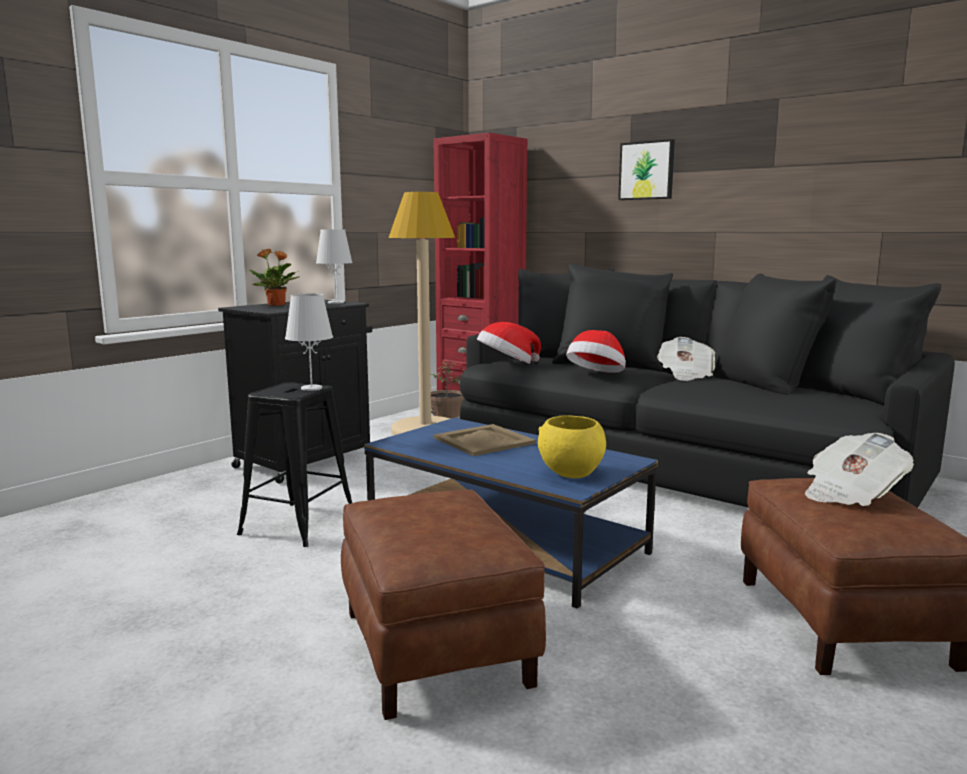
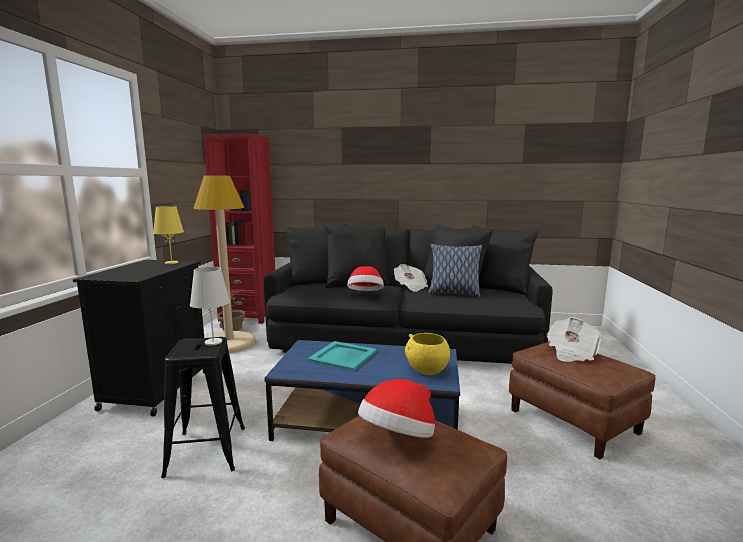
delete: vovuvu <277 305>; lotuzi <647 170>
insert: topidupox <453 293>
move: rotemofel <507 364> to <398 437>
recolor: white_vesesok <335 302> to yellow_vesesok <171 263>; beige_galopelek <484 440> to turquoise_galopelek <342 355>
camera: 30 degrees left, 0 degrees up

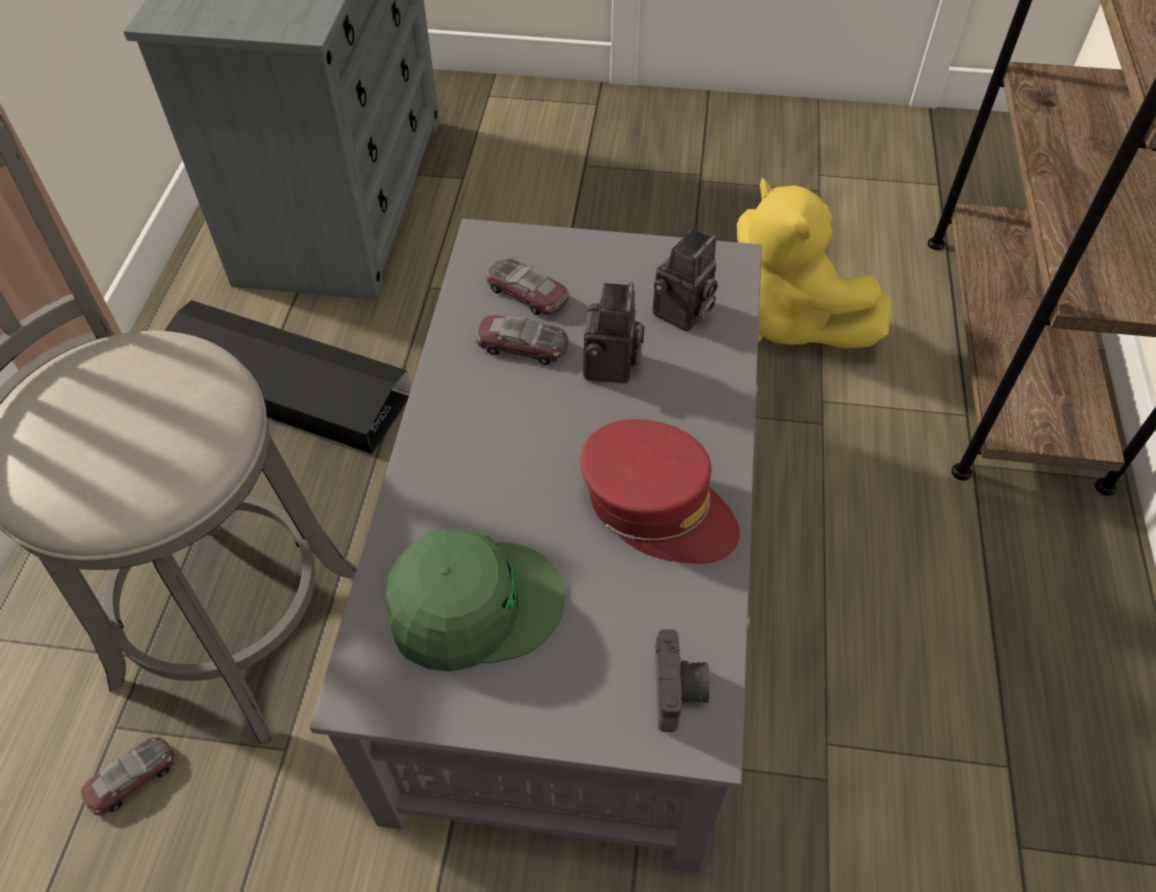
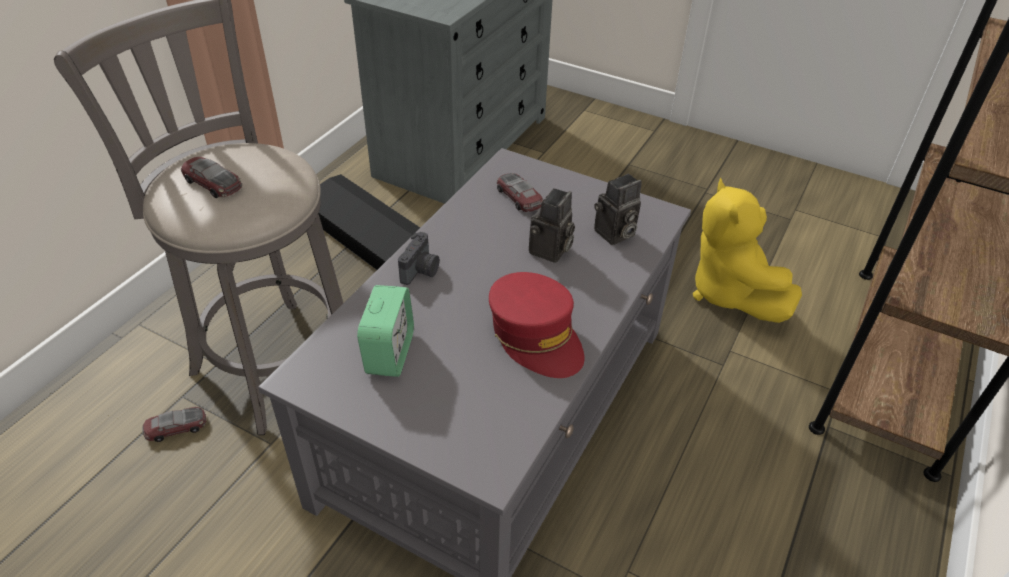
move: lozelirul <522 345> to <213 183>; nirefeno <679 691> to <421 271>
replace: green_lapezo <472 604> to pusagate <389 353>
camera: 20 degrees right, 10 degrees down

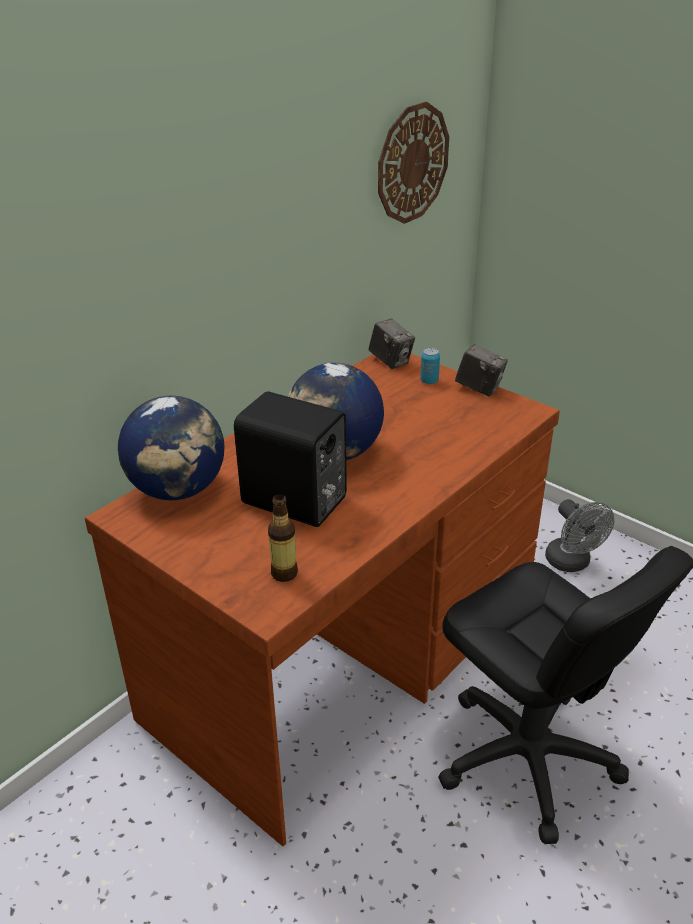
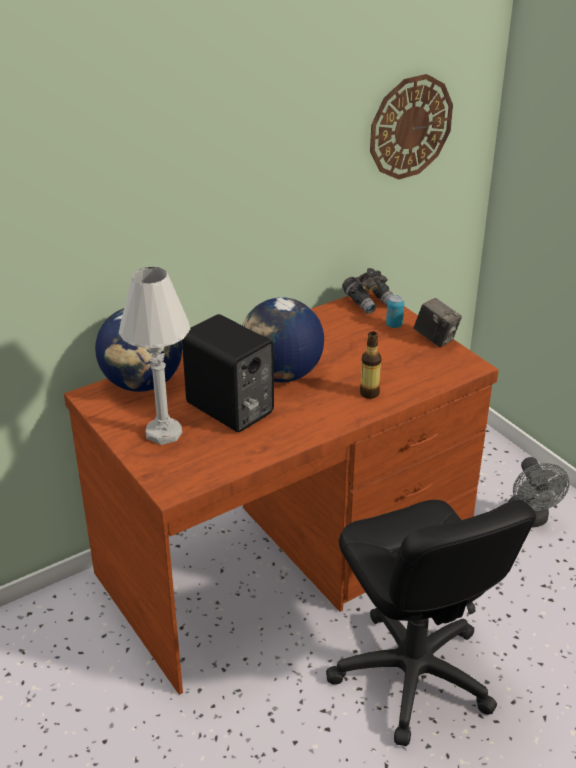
insert: white_vesesok <163 433>
move: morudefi <284 573> to <369 393>
replace: nirefeno <391 361> to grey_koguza <369 302>
camera: 15 degrees right, 0 degrees up

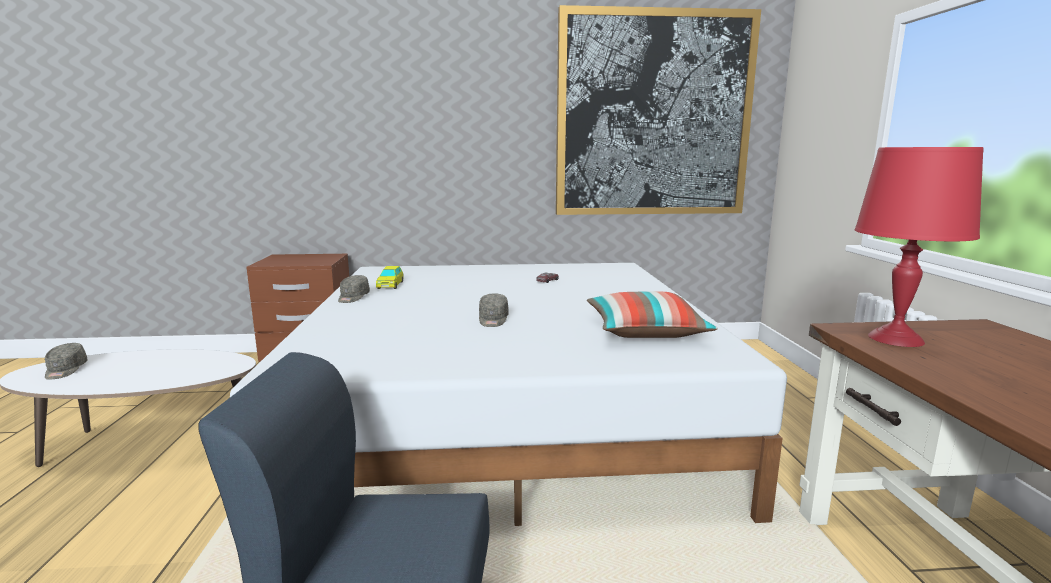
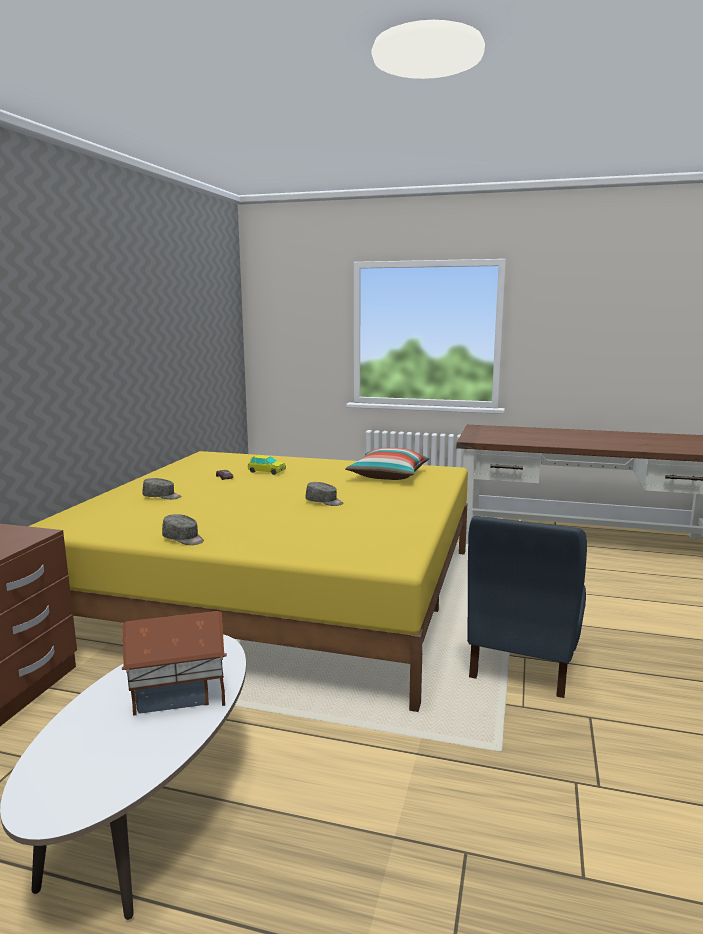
delete: lotuzi <653 115>; red_vesesok <895 338>
insert: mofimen <179 696>
move: grey_lapezo <65 370> to <162 497>; lozelirul <390 285> to <267 471>
recolor: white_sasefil <508 410> to yellow_sasefil <278 592>
camera: 70 degrees left, 0 degrees up

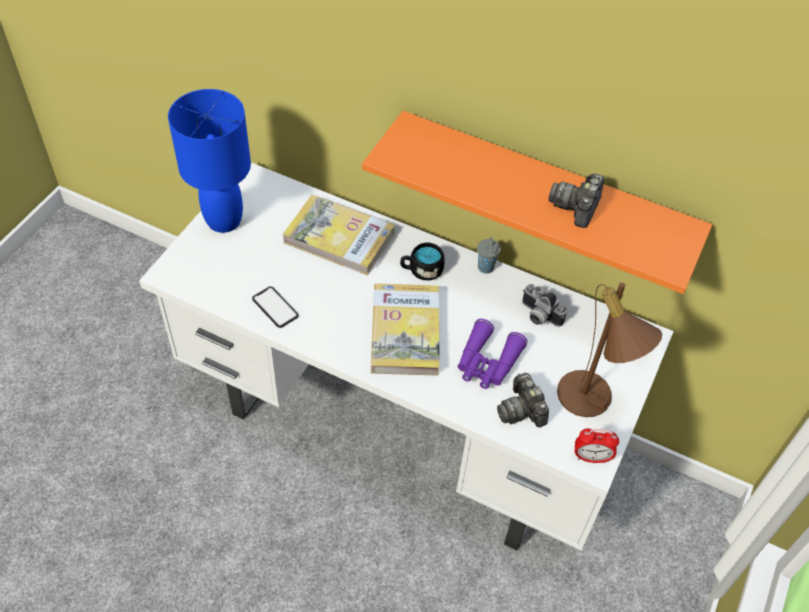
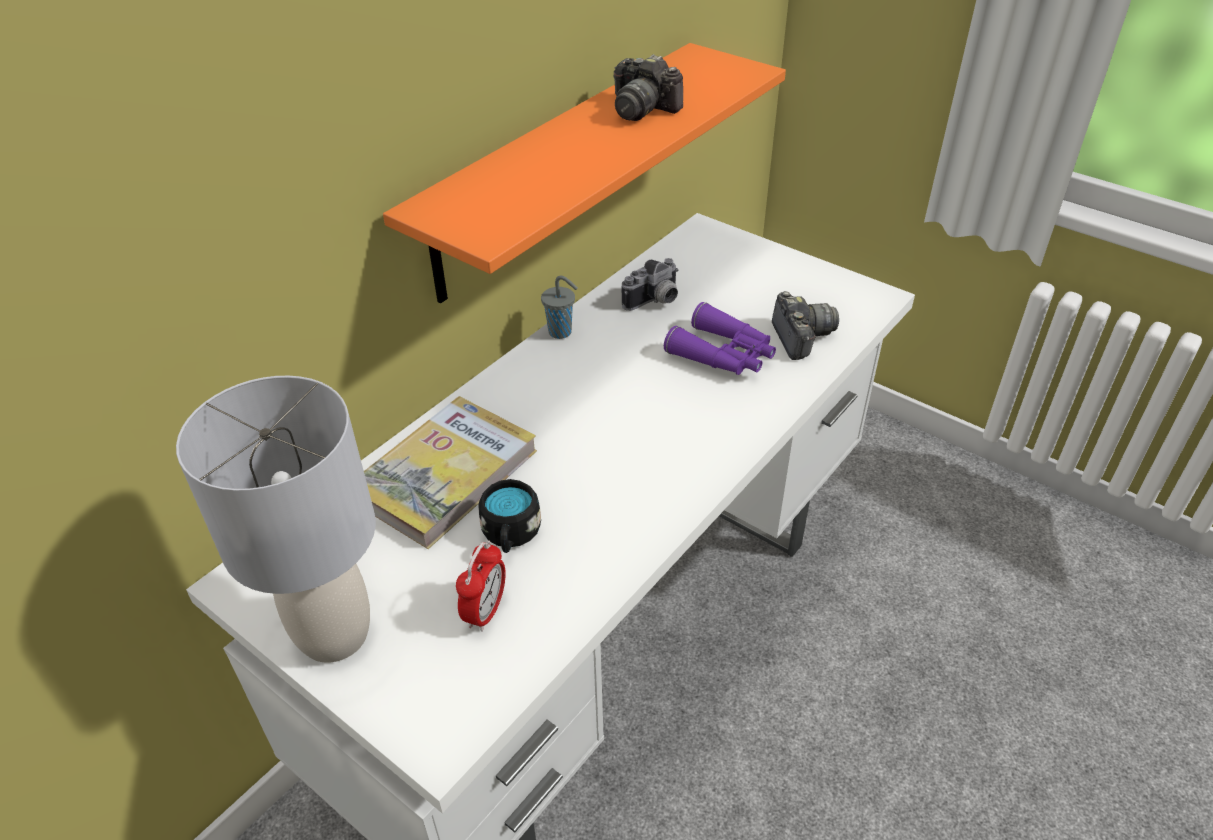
delete: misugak <275 307>; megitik <405 332>; brown_vesesok <591 402>
move: pusagate <591 457> to <485 611>; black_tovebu <421 270> to <510 535>
recolor: blue_vesesok <224 220> to grey_vesesok <334 633>
rotate: nirefeno <521 410> = <800 337> 90 degrees counterclockwise
camera: 75 degrees left, 10 degrees down

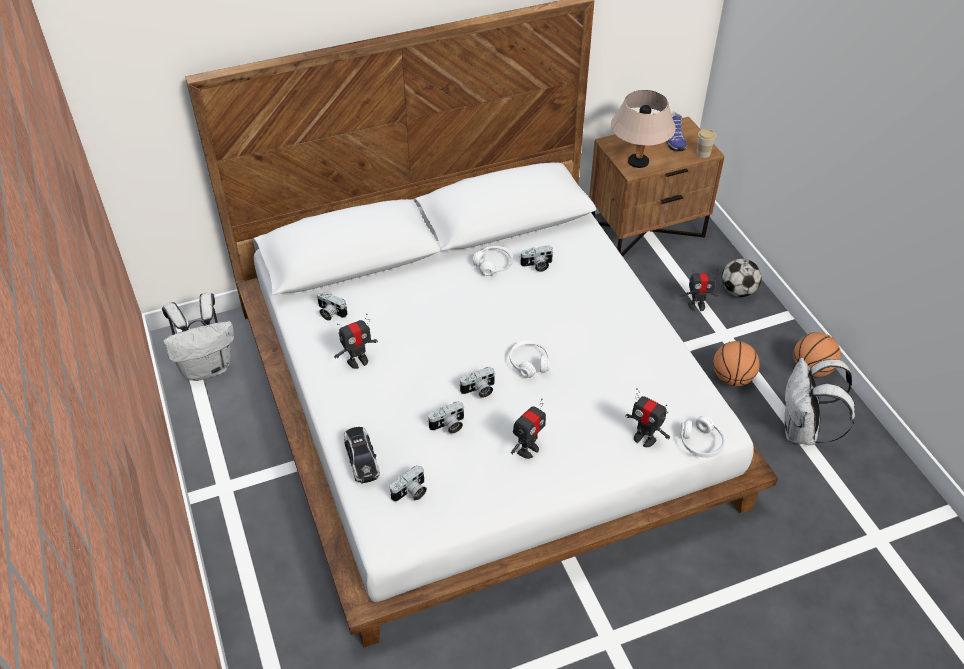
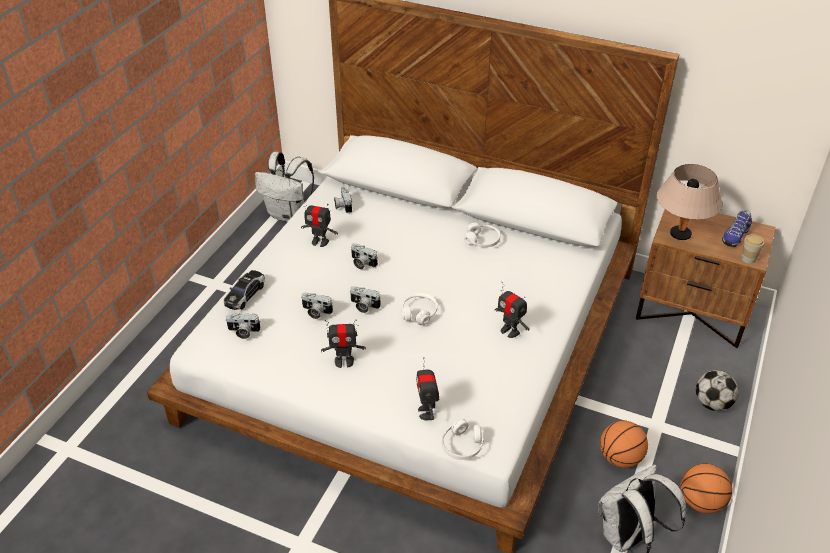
move: nirefeno <537 265> to <362 263>; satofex <696 306> to <510 331>
camera: 45 degrees right, 5 degrees down

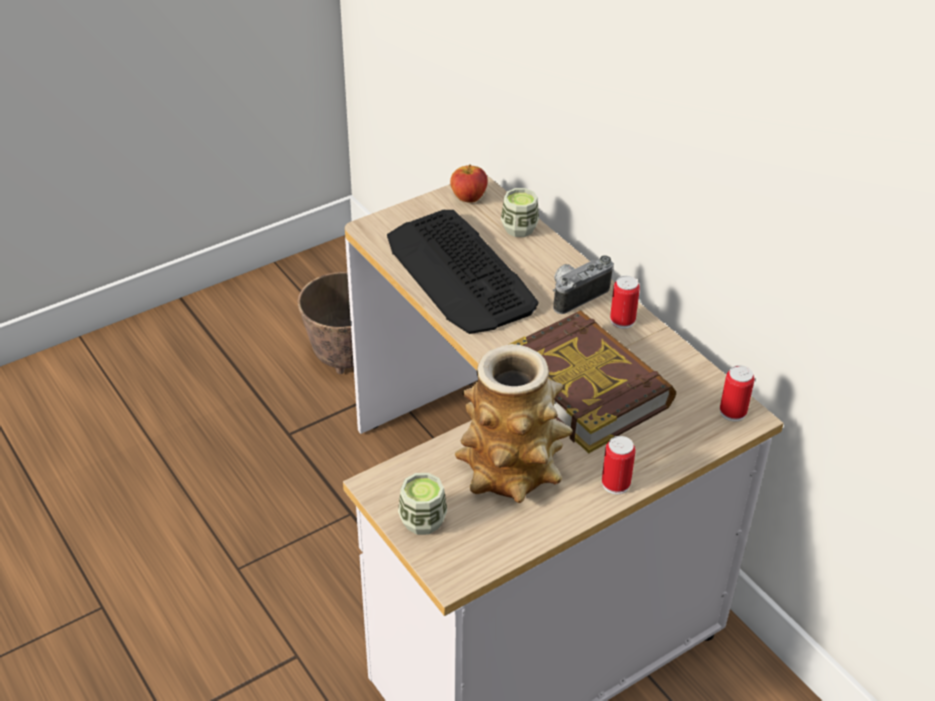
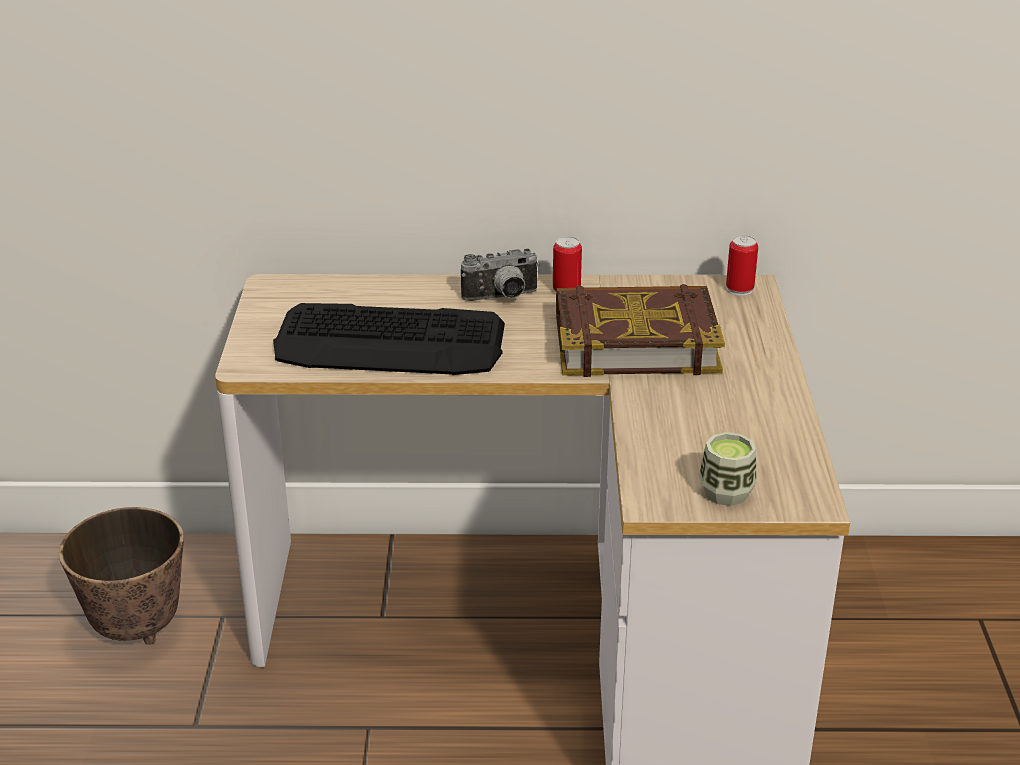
delete: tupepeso <468 198>; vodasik <511 470>; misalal <519 228>; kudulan <615 484>
rotate: nirefeno <576 294> = <502 298> 105 degrees counterclockwise
camera: 55 degrees left, 10 degrees down

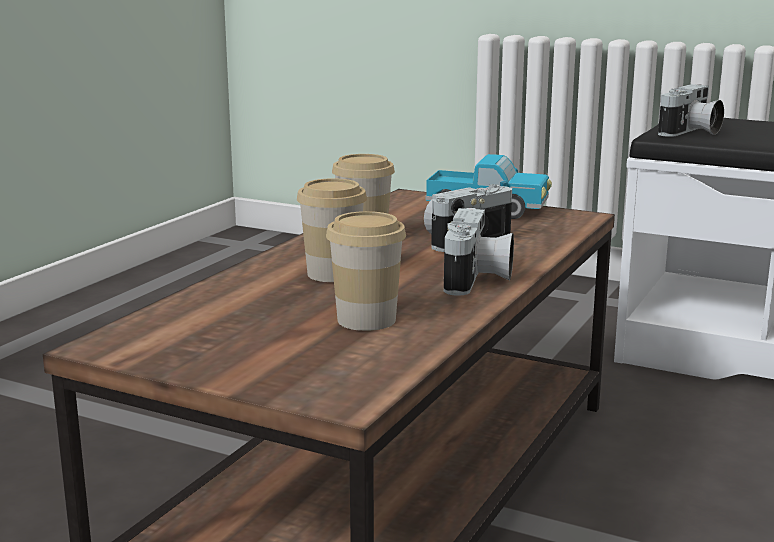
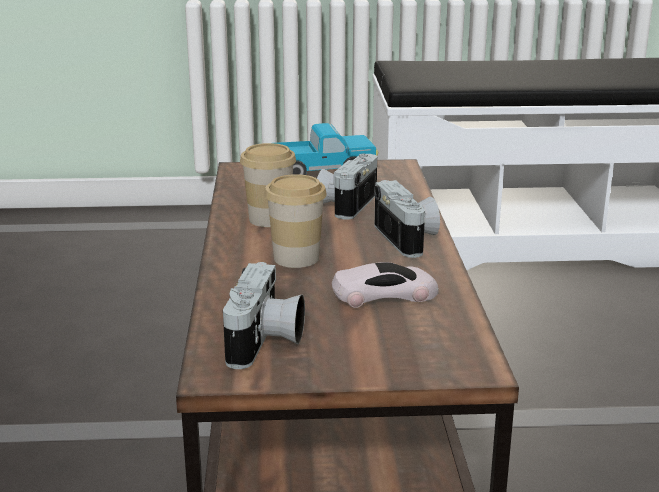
move: nirefeno <691 133> to <266 342>
replace: misalal <366 320> to white_lozelirul <385 294>
camera: 30 degrees left, 5 degrees up

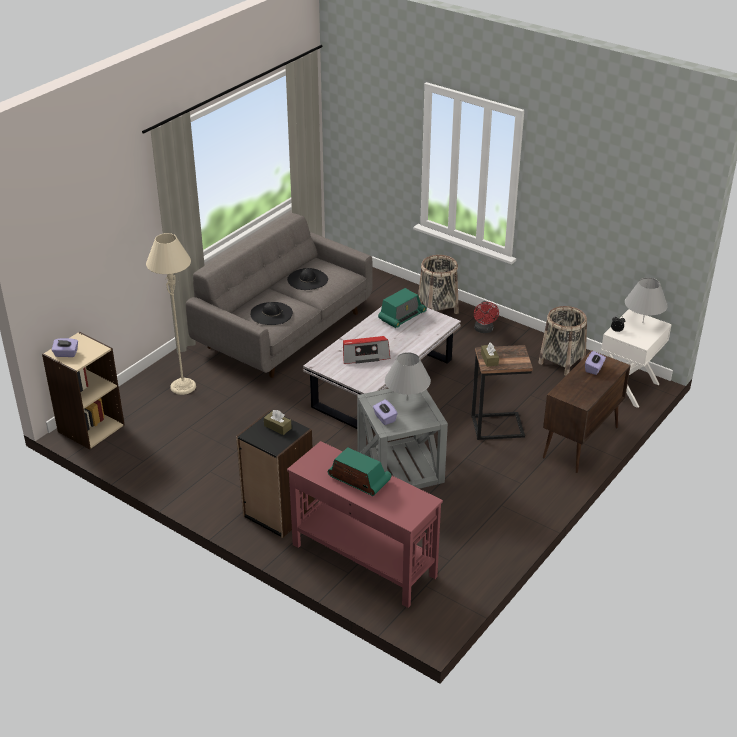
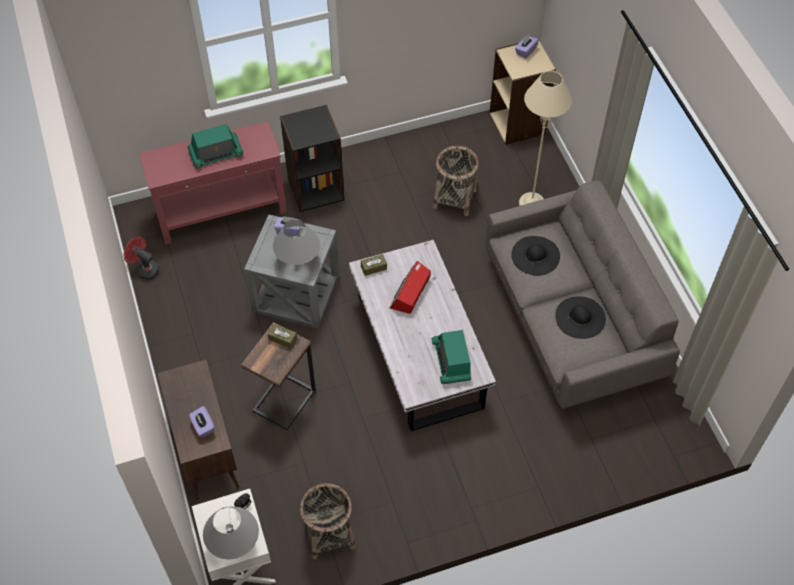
move: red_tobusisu <484 330> to <145 269>; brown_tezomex <277 427> to <373 268>; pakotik <437 308> to <454 198>
camera: 125 degrees right, 20 degrees up

